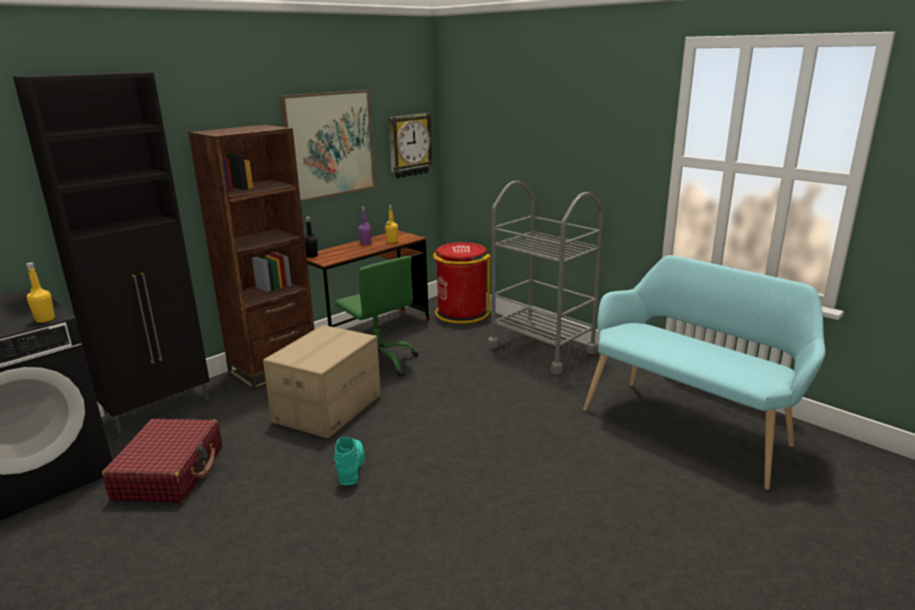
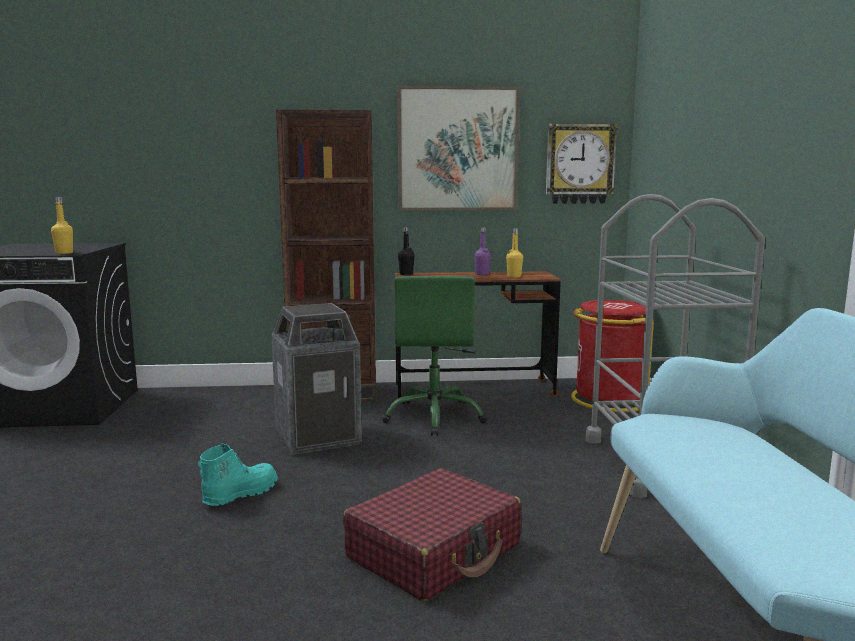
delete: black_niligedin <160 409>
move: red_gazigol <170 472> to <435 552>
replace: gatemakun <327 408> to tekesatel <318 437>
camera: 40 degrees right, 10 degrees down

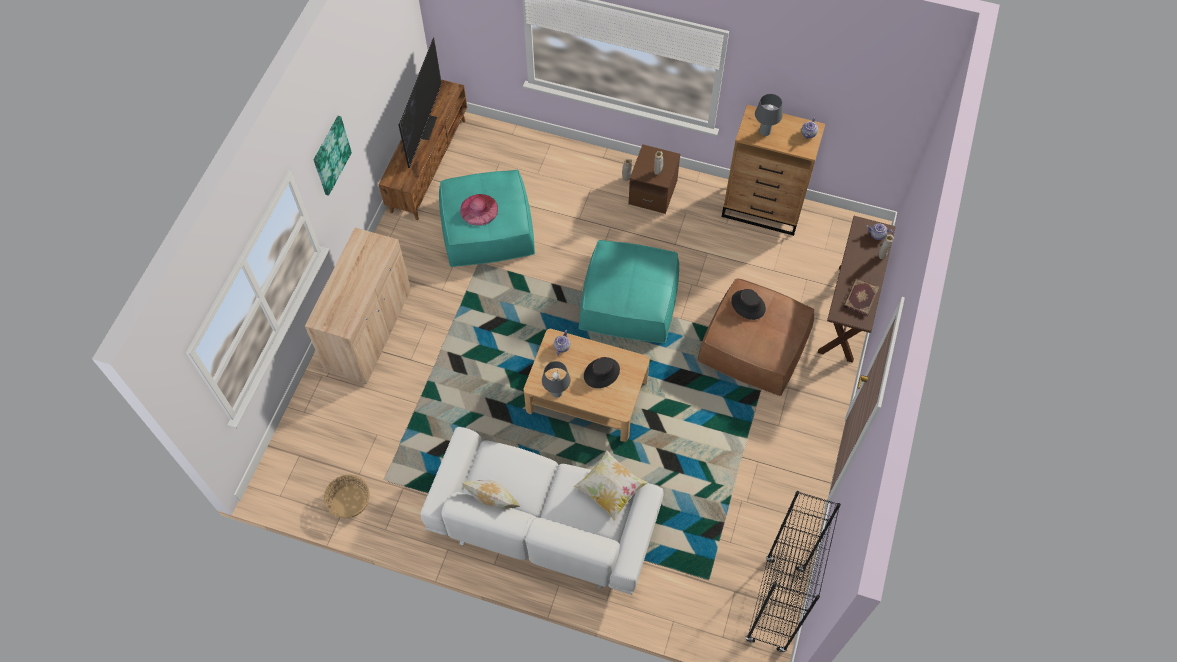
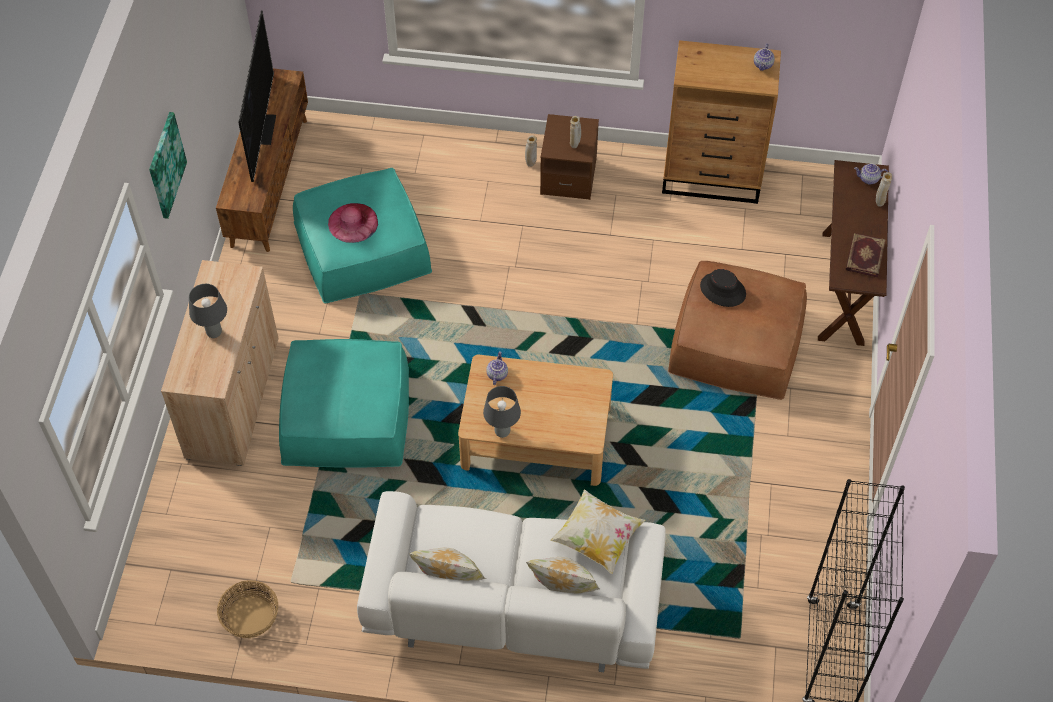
delete: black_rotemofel <601 373>
insert: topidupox <562 590>
move: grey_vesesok <764 132> to <214 333>; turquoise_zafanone <629 298> to <346 413>
camera: 10 degrees left, 5 degrees down

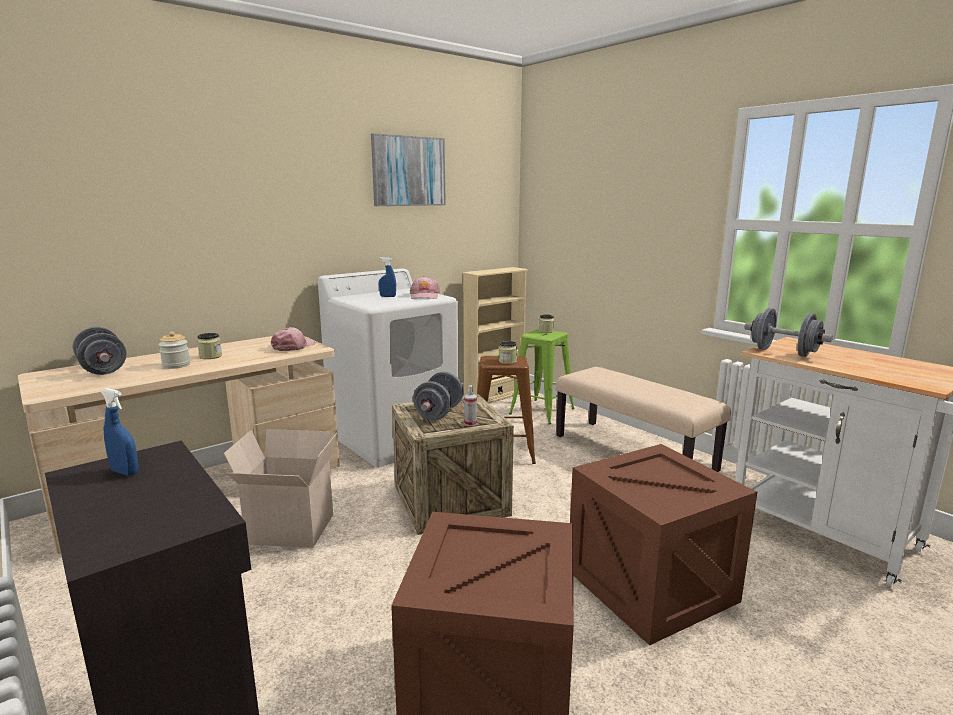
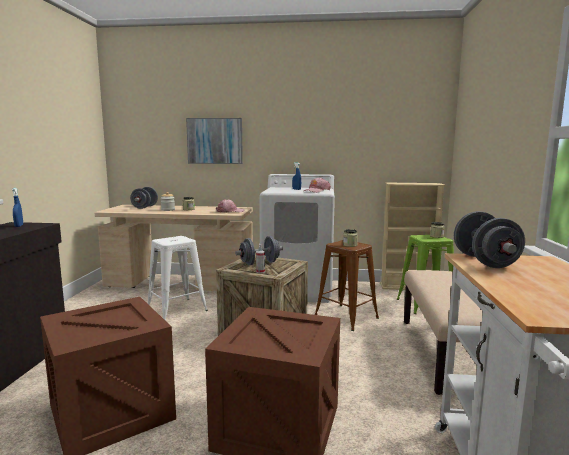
move: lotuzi <408 171> to <215 141>
replace: gatemakun <288 530> to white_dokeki <176 310>
camera: 45 degrees right, 5 degrees down

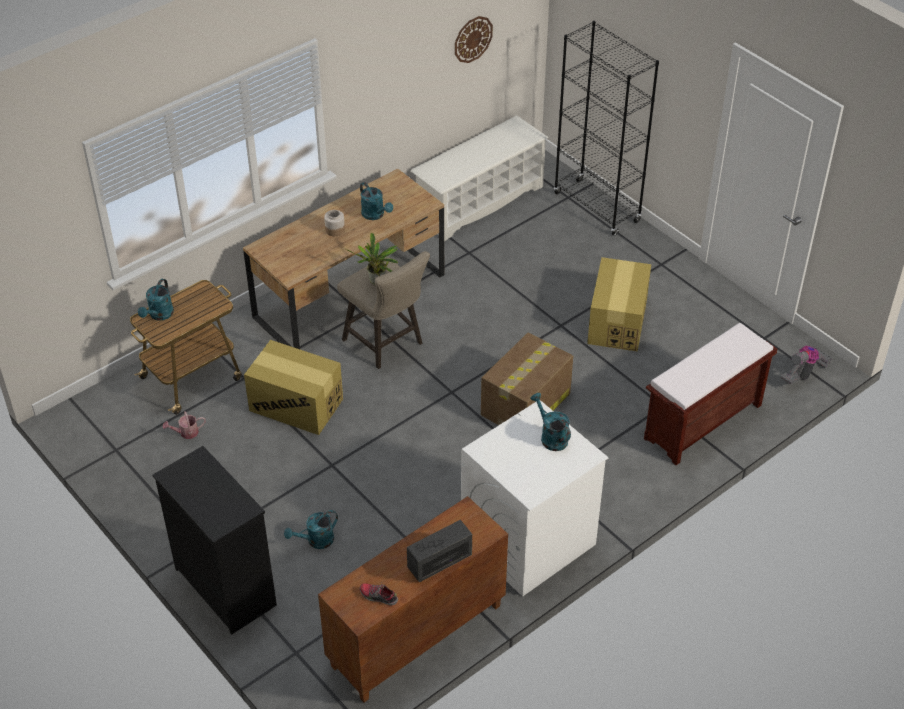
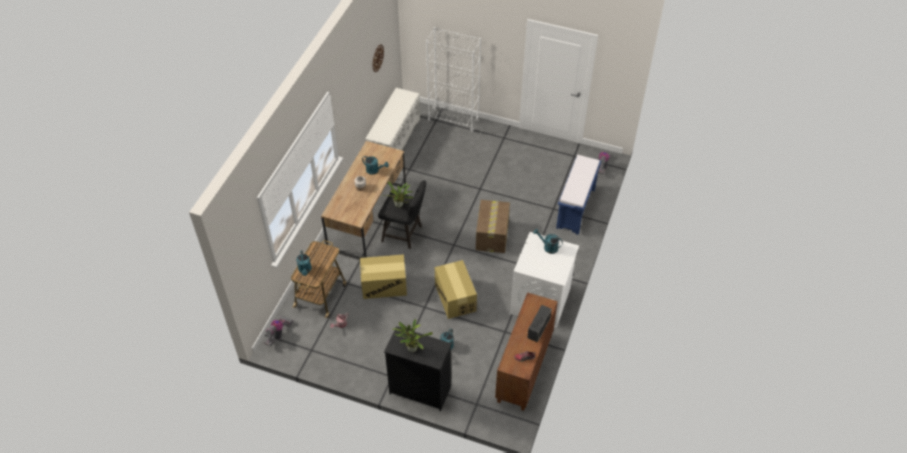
insert: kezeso <278 334>; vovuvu <411 347>
move: gatemakun <617 321> to <455 297>
recolor: beige_dokeki <387 344> to black_dokeki <405 234>; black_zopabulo <597 208> to white_zopabulo <453 120>; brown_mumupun <702 423> to blue_mumupun <575 209>
camera: 30 degrees left, 5 degrees up

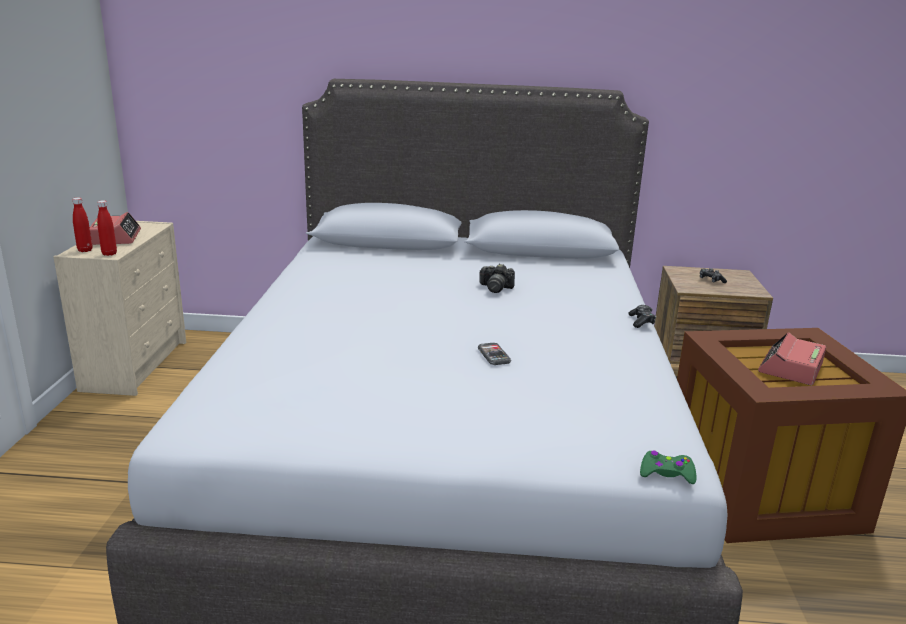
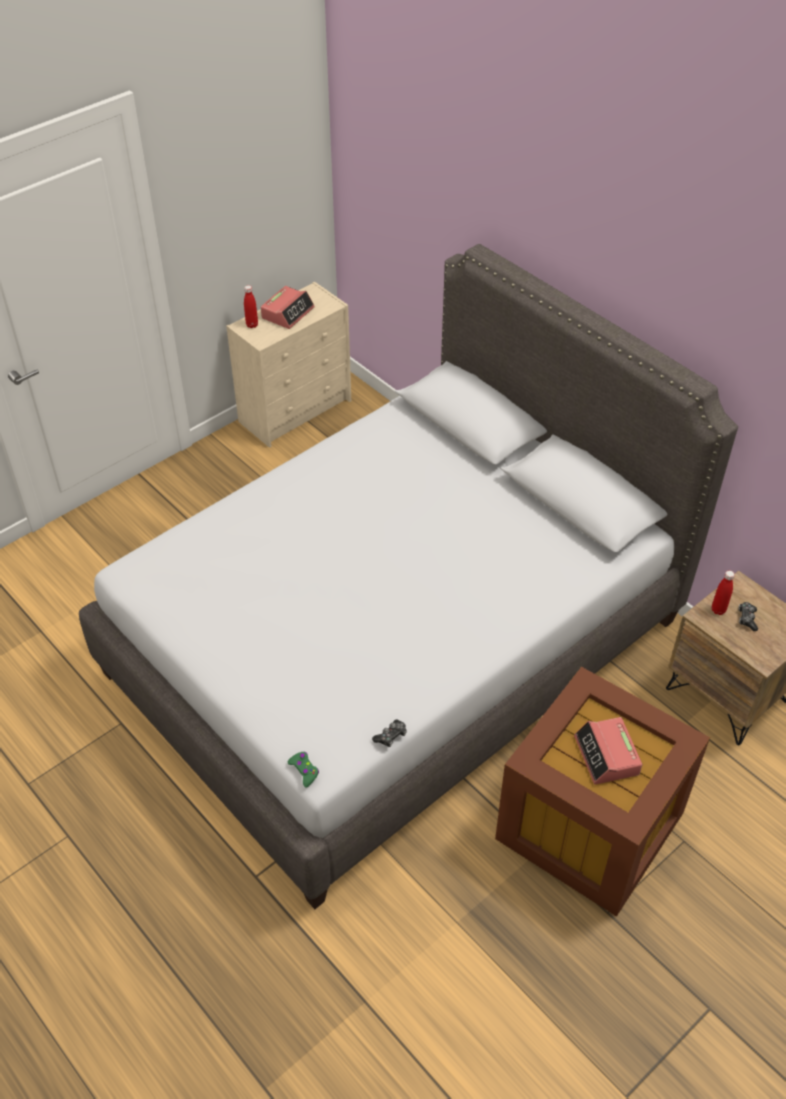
delete: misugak <493 355>; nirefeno <495 288>
move: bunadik <641 321> to <391 736>; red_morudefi <109 254> to <718 610>
rotate: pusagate <790 368> = <607 756> 90 degrees counterclockwise
camera: 45 degrees right, 25 degrees up

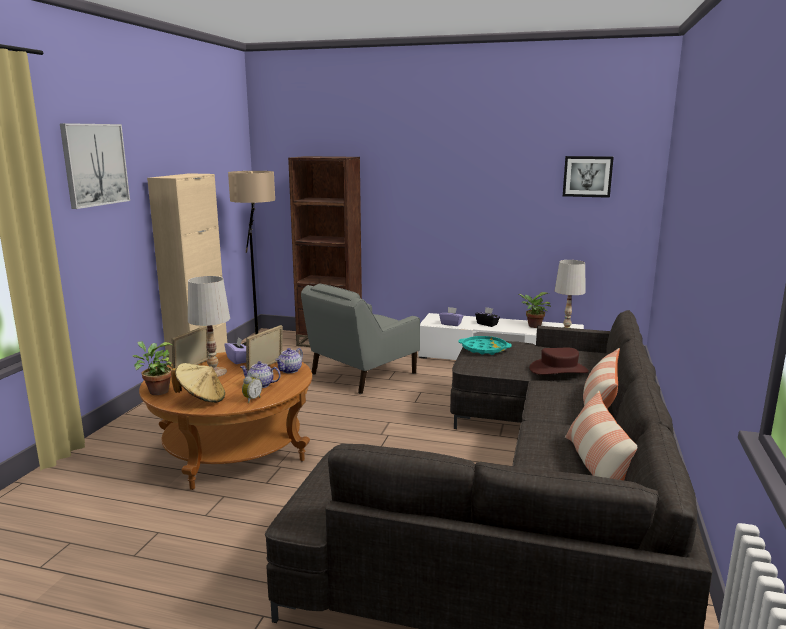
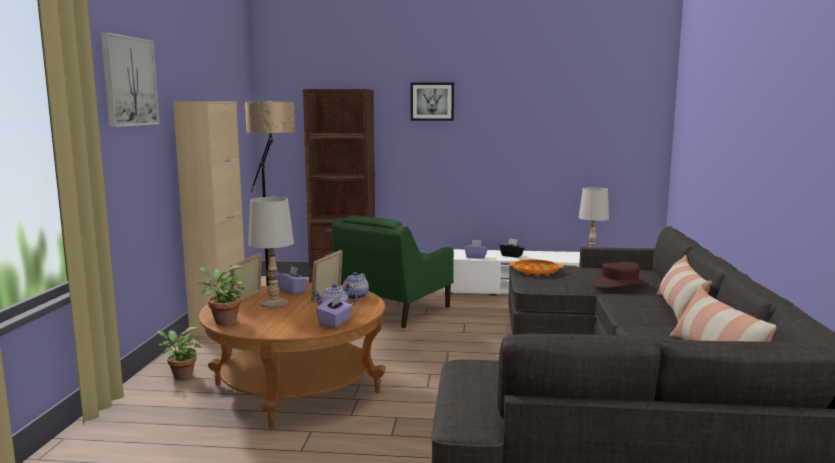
delete: beige_rotemofel <201 399>
move: vovuvu <532 326> to <180 376>; lotuzi <587 176> to <432 101>
replace: pusagate <251 399> to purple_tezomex <335 323>
recolor: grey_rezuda <362 374> to green_rezuda <394 311>; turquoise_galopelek <484 349> to orange_galopelek <535 271>
camera: 10 degrees left, 5 degrees down

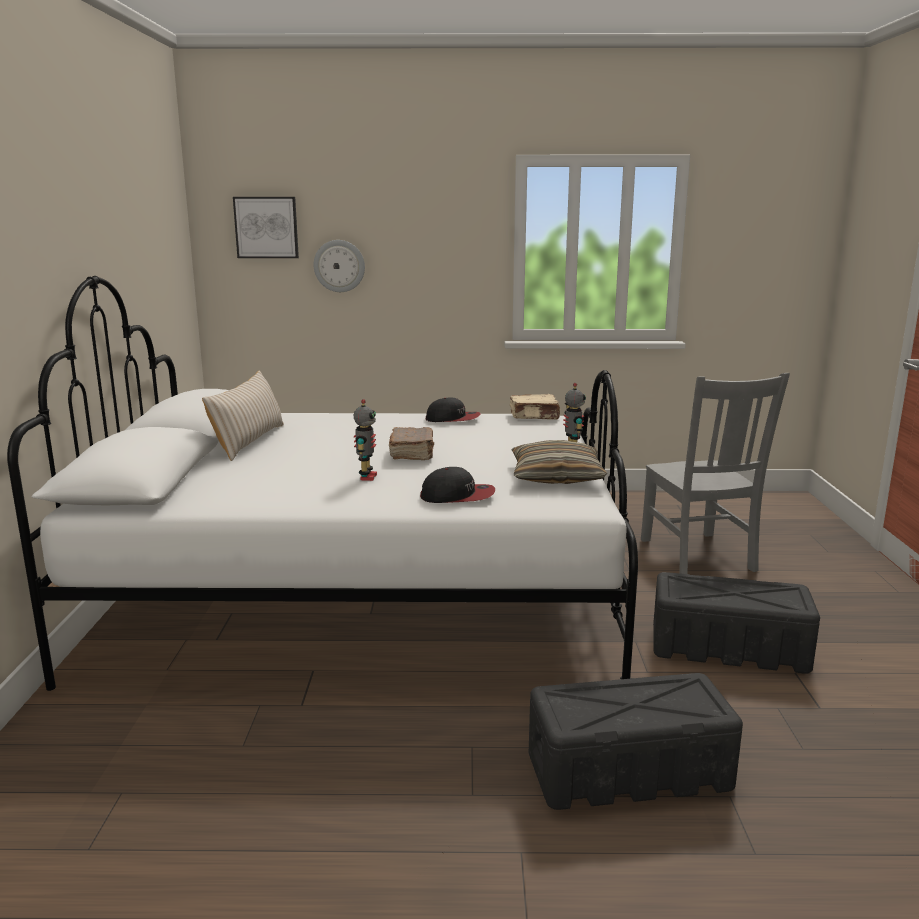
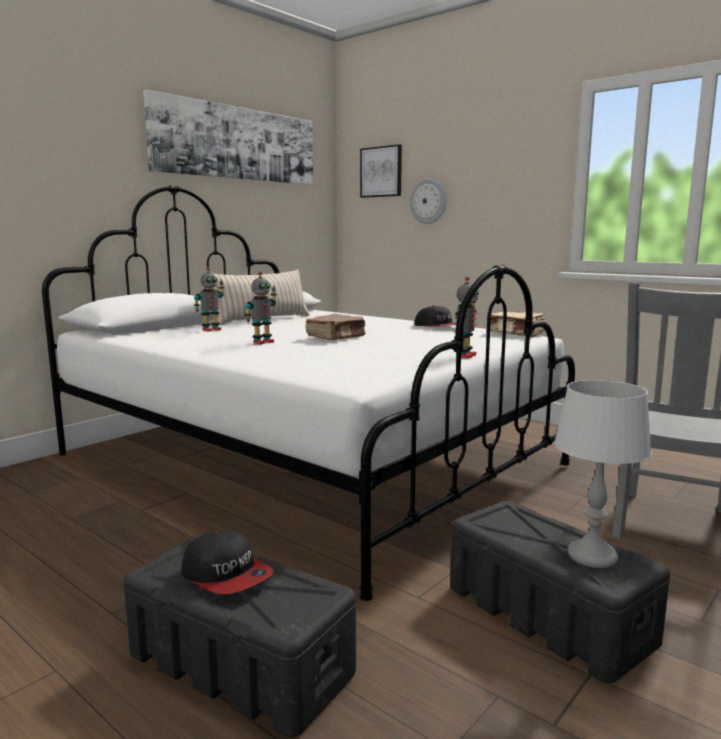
delete: topidupox <556 476>
insert: lotuzi <237 143>; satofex <211 330>; grey_vesesok <591 555>
move: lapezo <458 496> to <227 575>
camera: 40 degrees right, 5 degrees down

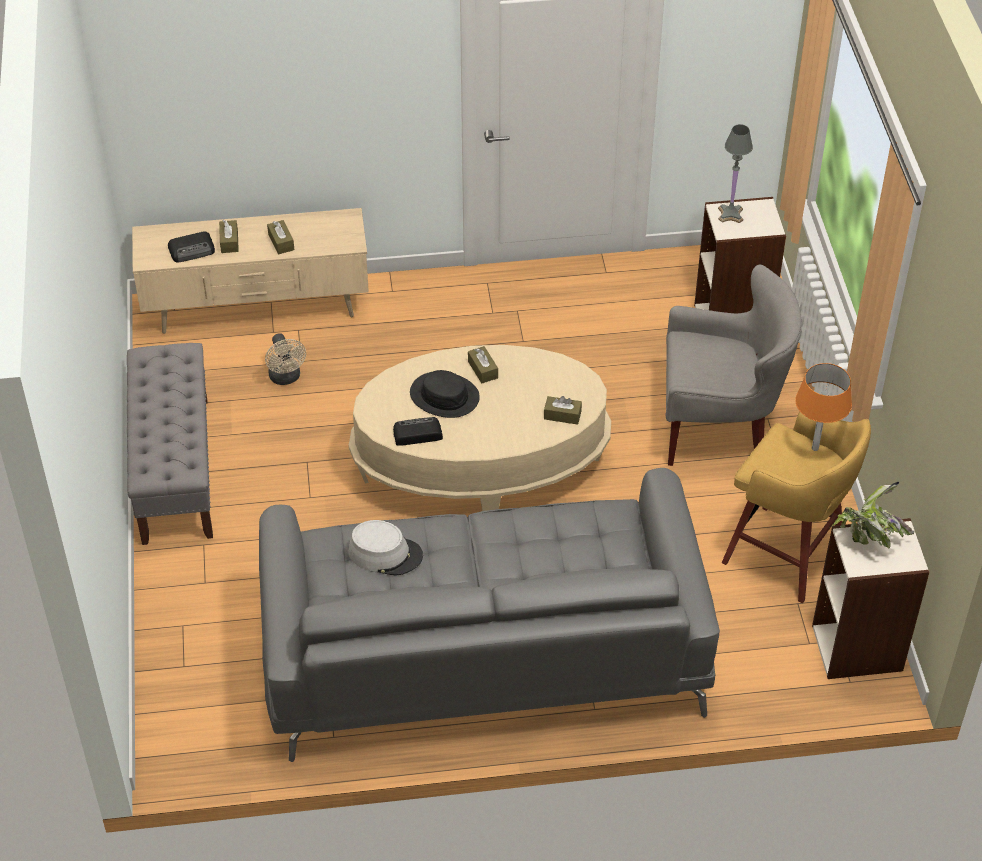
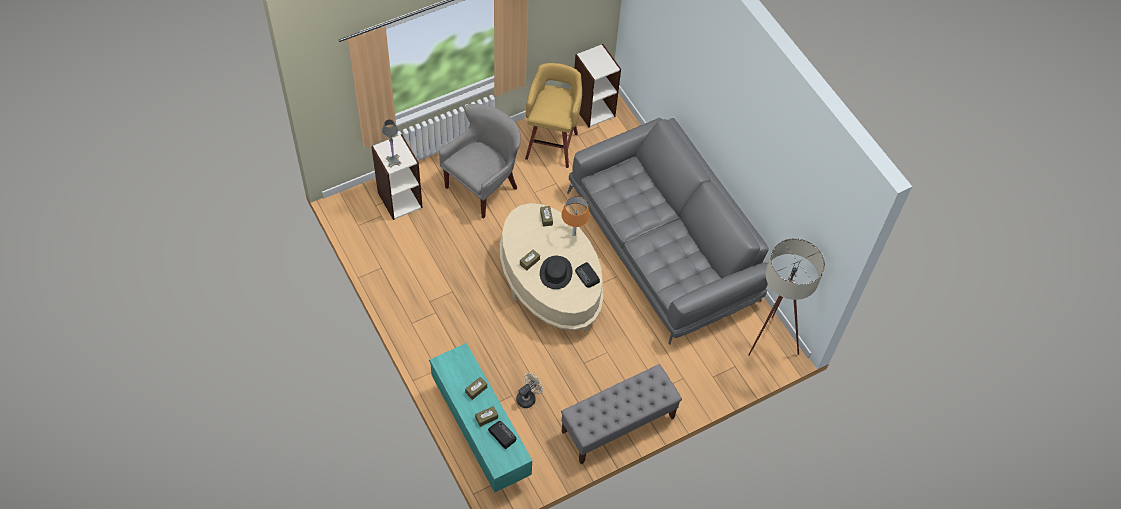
delete: grey_rotemofel <385 553>; vovuvu <867 538>
insert: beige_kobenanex <767 344>
move: orange_vesesok <815 448> to <573 234>
recolor: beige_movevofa <257 311> to turquoise_movevofa <481 435>
rotate: grey_rezuda <719 431> = <483 187> 60 degrees clockwise
camera: 115 degrees left, 10 degrees up

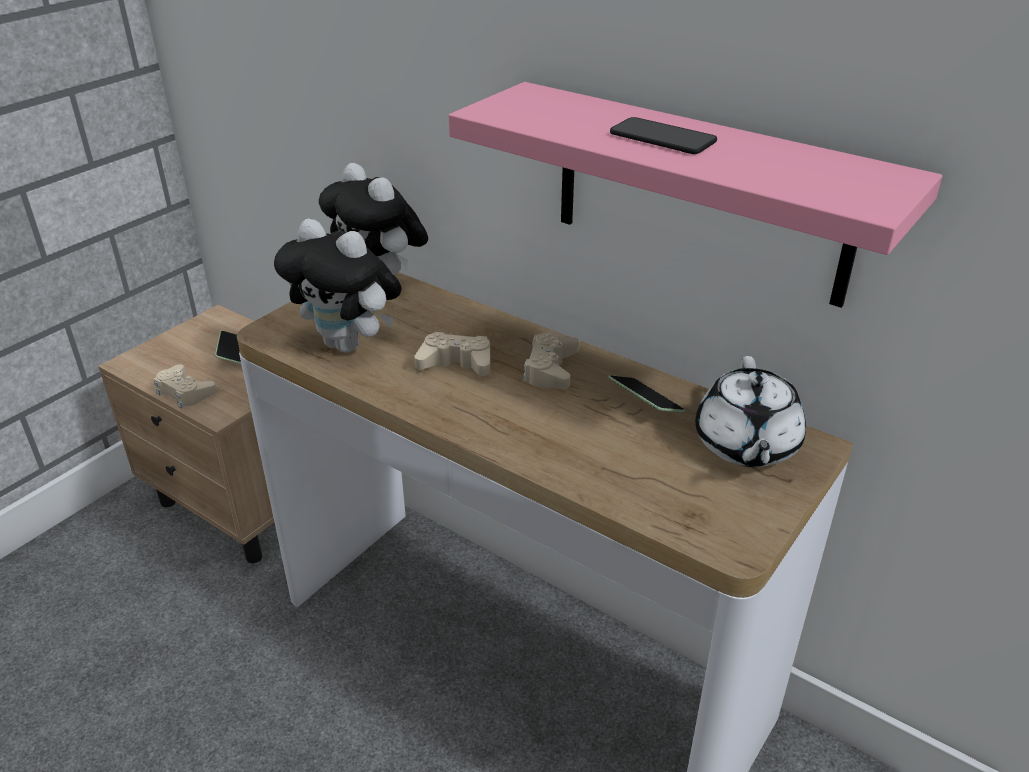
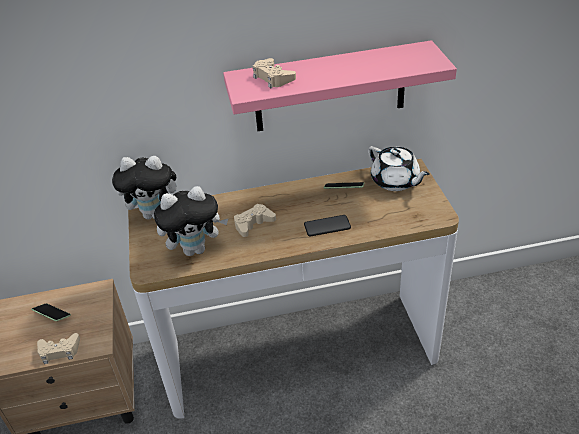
move: beige_bunadik <550 369> to <273 78>; misugak <662 138> to <327 226>
camera: 45 degrees left, 5 degrees up

